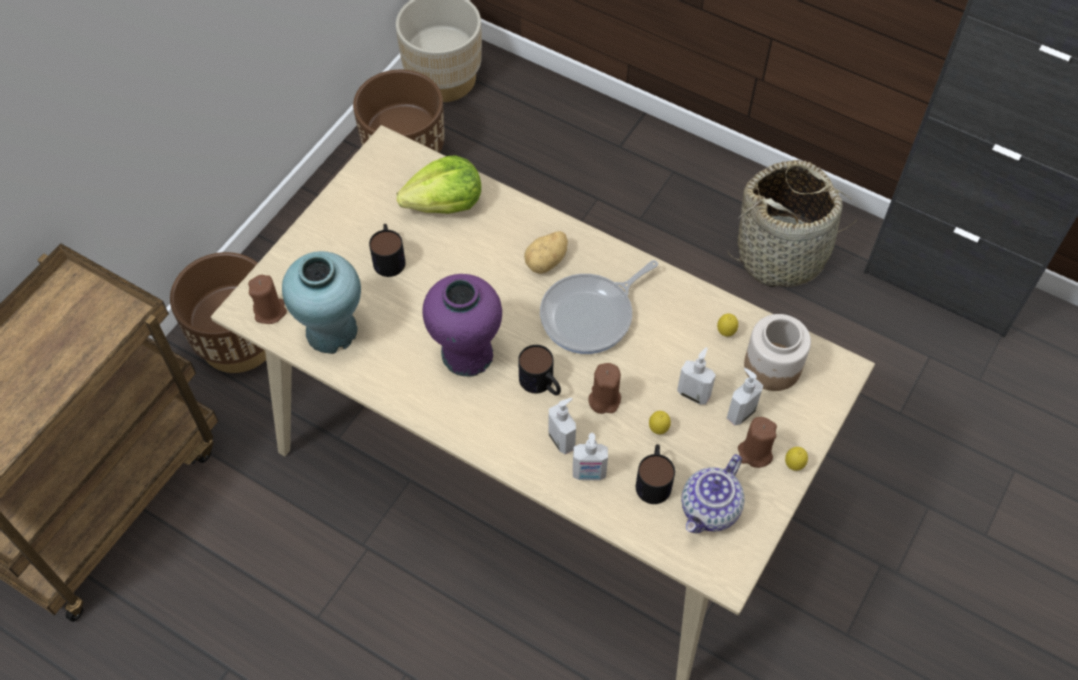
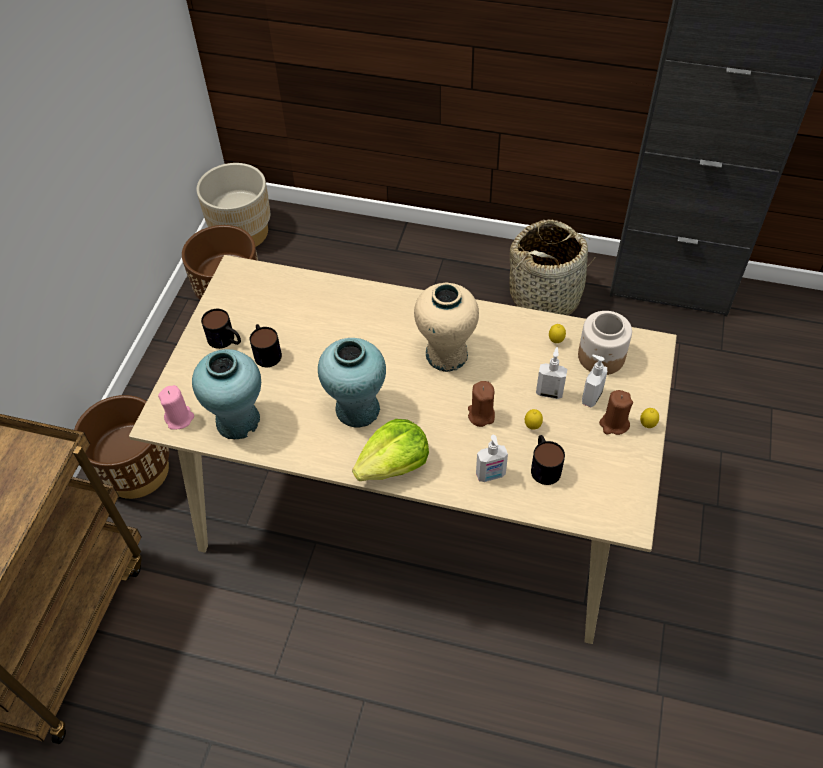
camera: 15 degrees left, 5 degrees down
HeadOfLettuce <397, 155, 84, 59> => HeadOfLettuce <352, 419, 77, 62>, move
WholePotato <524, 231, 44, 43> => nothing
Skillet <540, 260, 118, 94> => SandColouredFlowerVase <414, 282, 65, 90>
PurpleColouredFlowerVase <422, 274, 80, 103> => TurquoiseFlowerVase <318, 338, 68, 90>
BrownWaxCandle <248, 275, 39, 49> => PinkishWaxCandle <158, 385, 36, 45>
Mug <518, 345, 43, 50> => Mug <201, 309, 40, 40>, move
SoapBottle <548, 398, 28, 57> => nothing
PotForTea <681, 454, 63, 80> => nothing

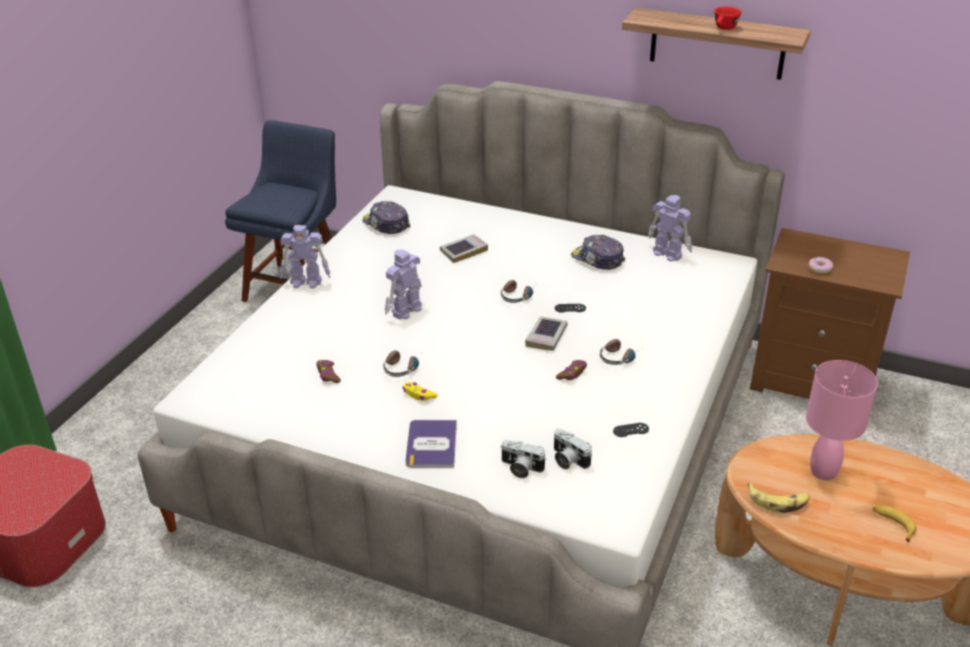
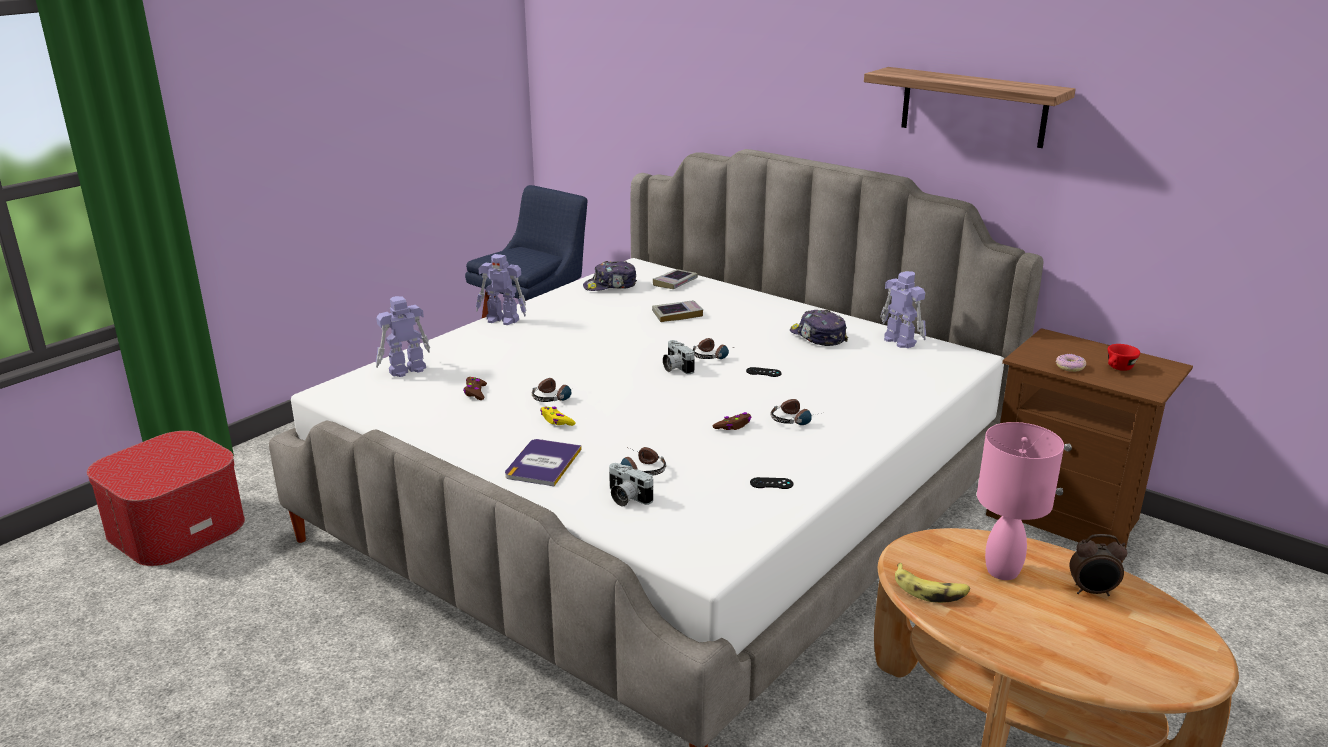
camera: 15 degrees right, 10 degrees down
RedColouredDrinkingCup <714, 6, 27, 24> => RedColouredDrinkingCup <1108, 344, 32, 27>, move
PeakedCap <362, 201, 49, 33> => PeakedCap <583, 261, 54, 30>, 75 degrees counterclockwise
ToyRobot <385, 249, 37, 70> => ToyRobot <376, 296, 54, 81>, move
BoundBook <525, 316, 42, 35> => BoundBook <653, 269, 45, 20>, move
PhotoCamera <554, 429, 38, 40> => PhotoCamera <663, 340, 32, 34>, move
Banana <873, 505, 44, 37> => nothing
nothing => Headset <621, 447, 45, 28>
nothing => AlarmClock <1070, 534, 57, 62>

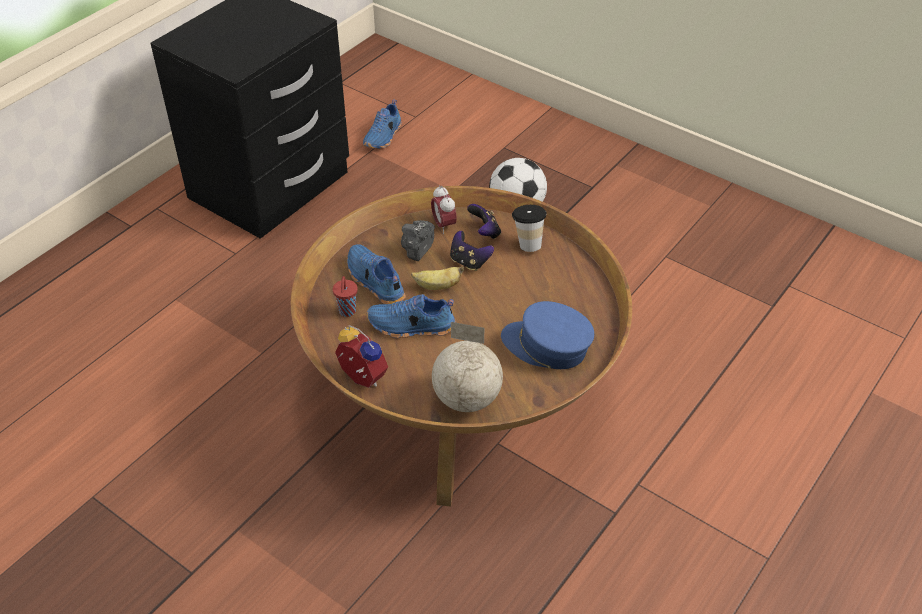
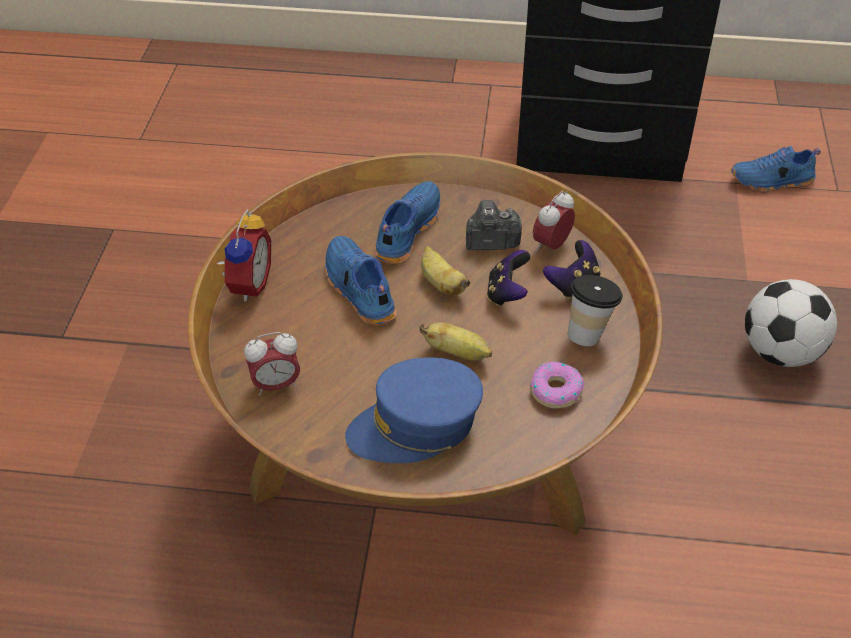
camera: 60 degrees right, 0 degrees up
RedColouredDrinkingCup <333, 276, 25, 41> => nothing
BluishPeakedCap <501, 301, 93, 68> => BluishPeakedCap <345, 357, 138, 106>, 105 degrees counterclockwise
Globe <432, 322, 71, 90> => AlarmClock <244, 332, 56, 63>
nothing => Banana <420, 322, 72, 39>
nothing => Doughnut <530, 361, 54, 48>

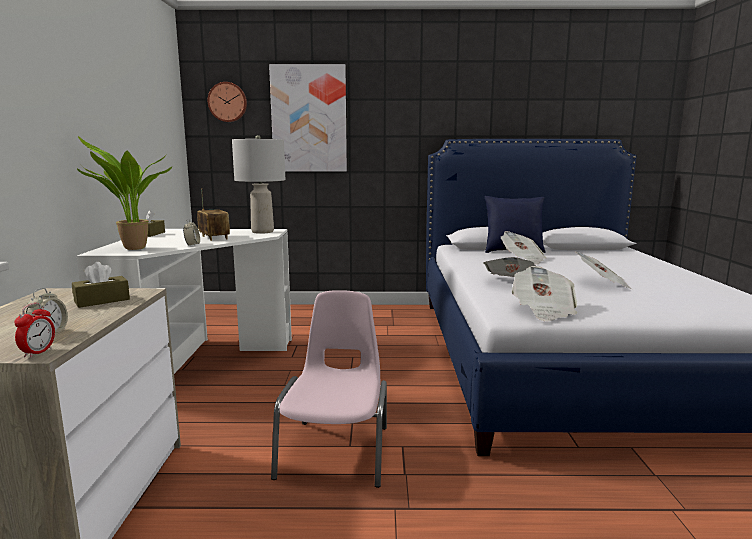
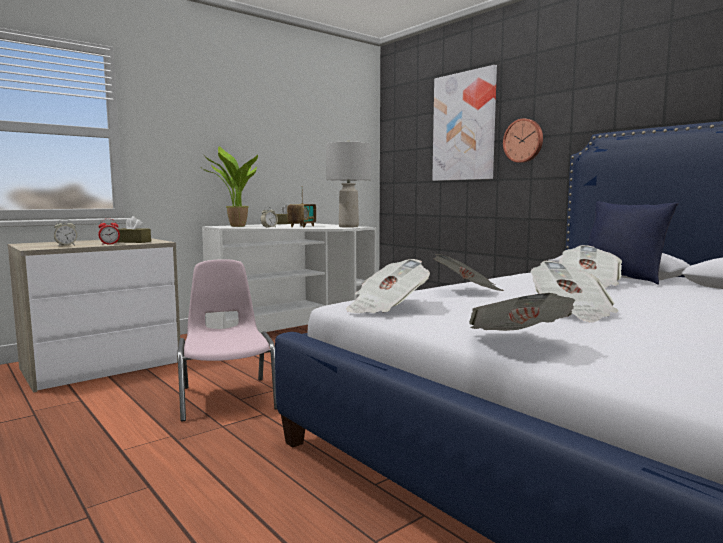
camera: 50 degrees right, 5 degrees down
ClockOnTheWall <208, 82, 39, 40> => ClockOnTheWall <503, 118, 40, 45>, move
PinkishUprightChair <271, 290, 116, 198> => PinkishUprightChair <178, 259, 99, 163>, 75 degrees counterclockwise
AlarmClock <14, 303, 41, 55> => AlarmClock <98, 219, 22, 26>, move
nothing => Newspaper <469, 293, 106, 38>

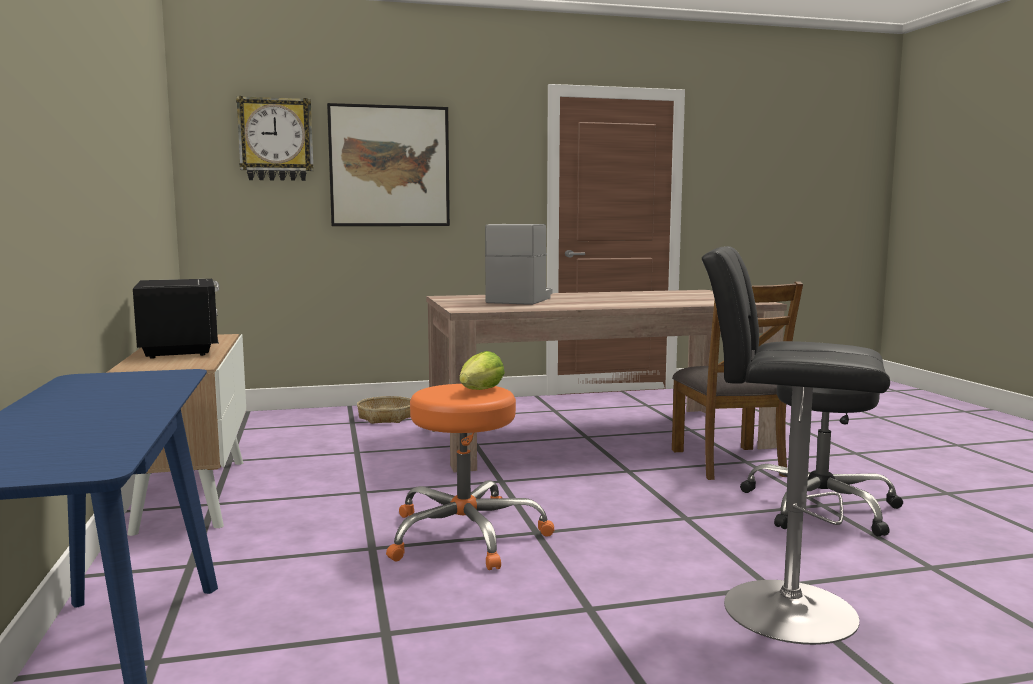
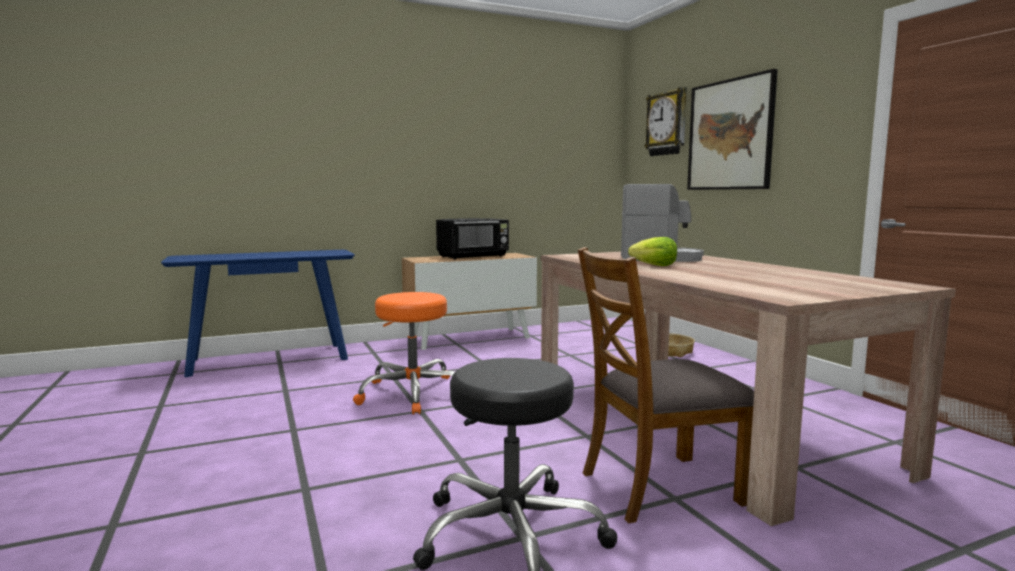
camera: 80 degrees right, 0 degrees up
BlackishSittingStool <702, 246, 188, 399> => nothing
HeadOfLettuce <459, 351, 46, 39> => HeadOfLettuce <628, 237, 49, 29>, move

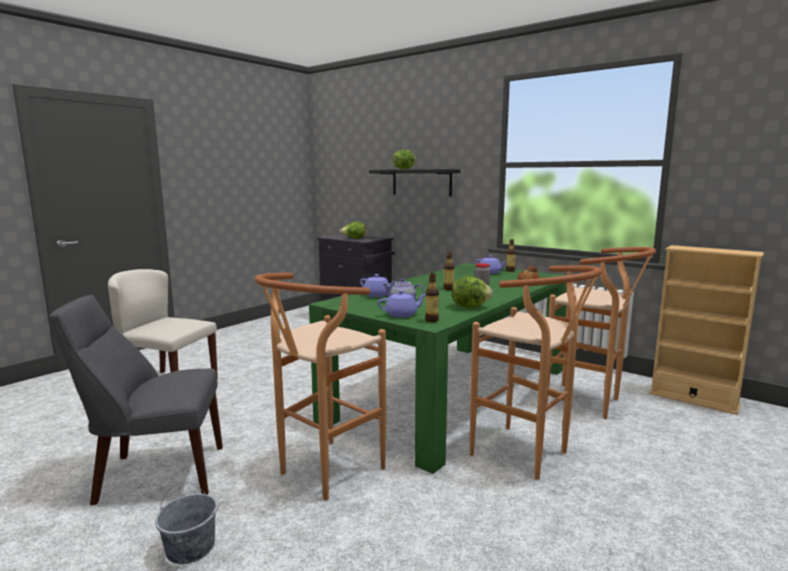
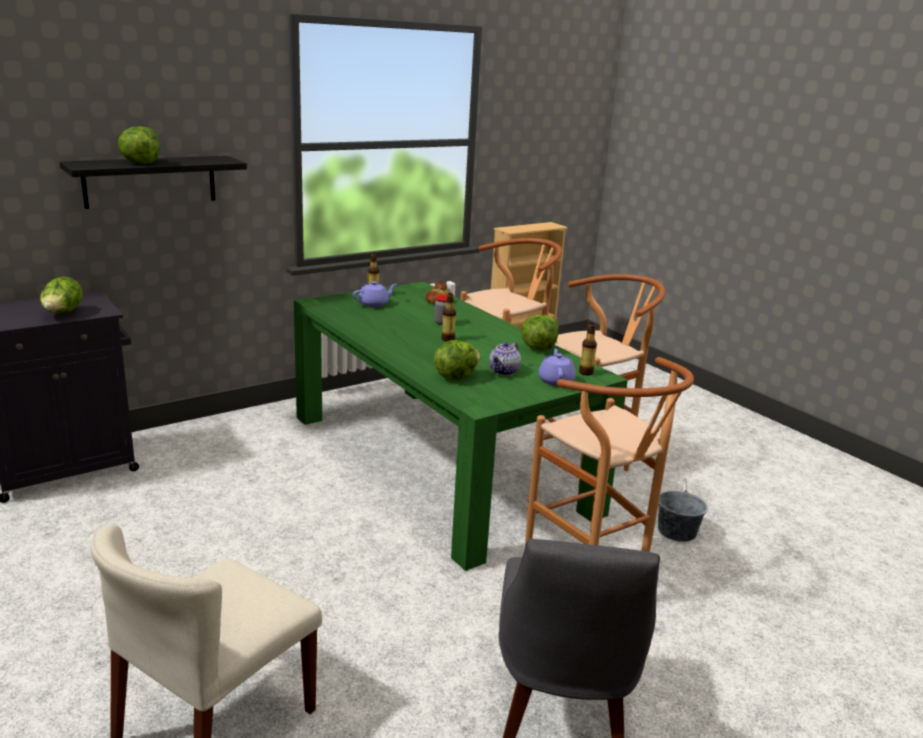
camera: 75 degrees left, 10 degrees up
PurpleColouredPotForTea <360, 274, 37, 23> => HeadOfLettuce <434, 340, 47, 41>
GreyishPail <155, 481, 63, 83> => GreyishPail <658, 478, 50, 64>, move

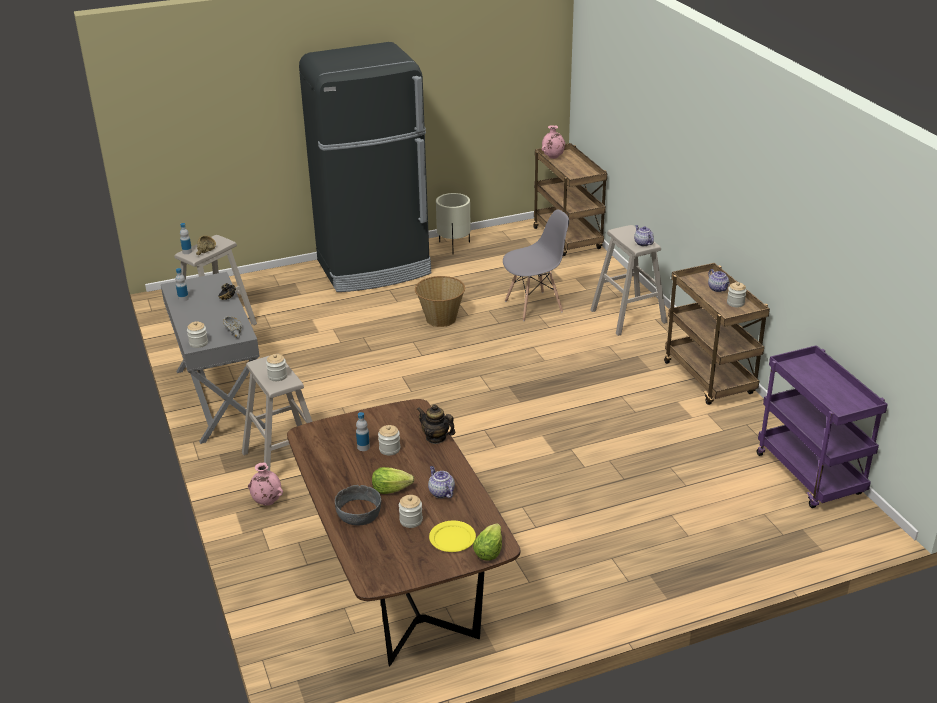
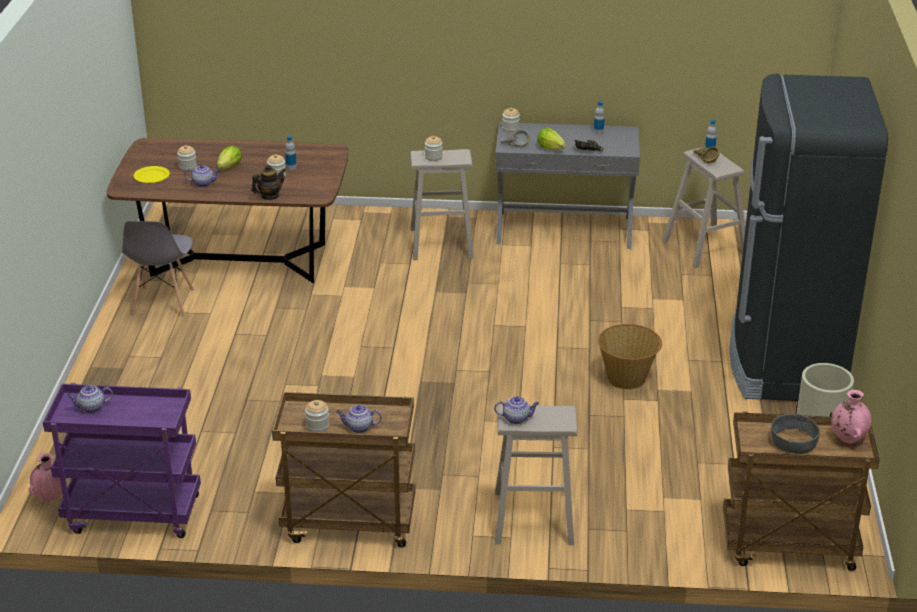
camera: 115 degrees right, 0 degrees up
GreyishUprightChair <503, 210, 66, 111> => GreyishUprightChair <122, 221, 72, 97>, move
PinkishFlowerVase <248, 462, 35, 44> => PinkishFlowerVase <28, 453, 34, 48>, move
GreyishServingBowl <335, 485, 46, 41> => GreyishServingBowl <771, 414, 49, 40>, move
HeadOfLettuce <473, 523, 29, 38> => HeadOfLettuce <537, 128, 29, 22>, move
nothing => PotForTea <67, 385, 46, 28>

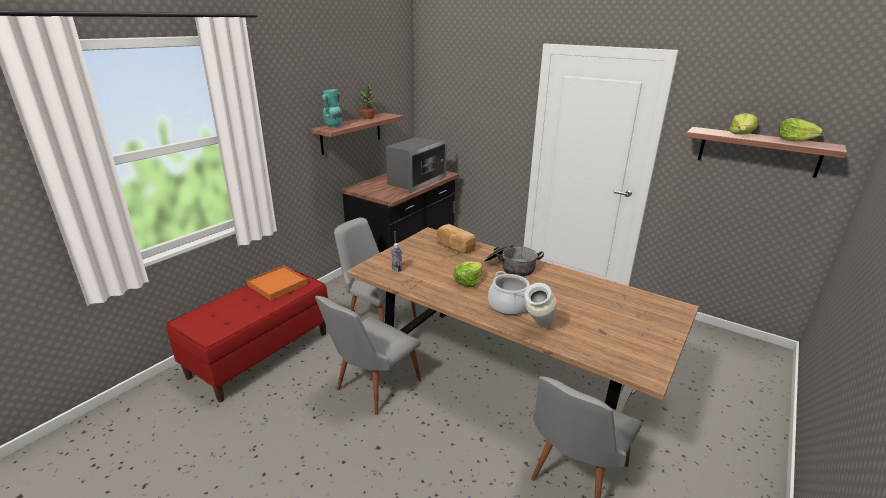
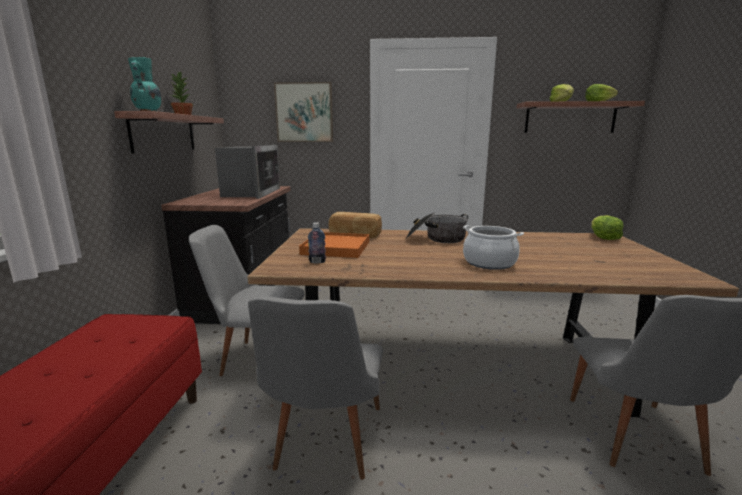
camera: 30 degrees left, 10 degrees down
HeadOfLettuce <454, 261, 29, 26> => HeadOfLettuce <591, 215, 33, 25>, move
OrangeTray <247, 265, 61, 35> => OrangeTray <299, 232, 70, 26>, move
FlowerVase <524, 283, 32, 45> => nothing
nothing => WallArt <274, 82, 59, 60>

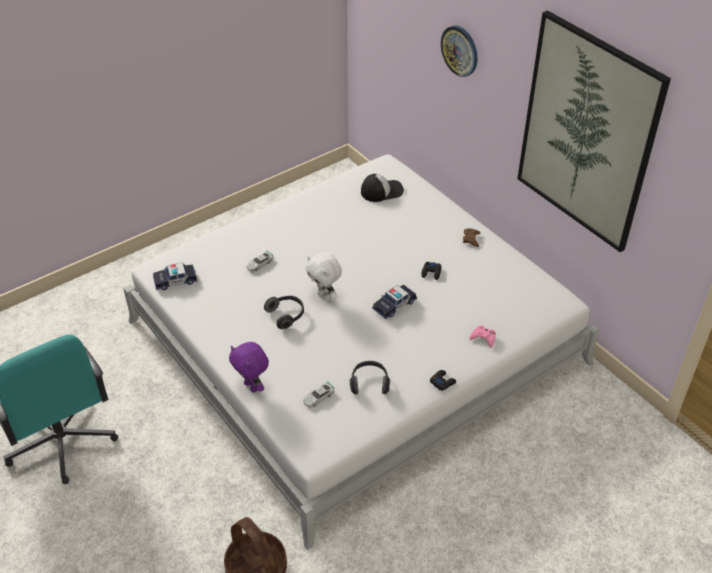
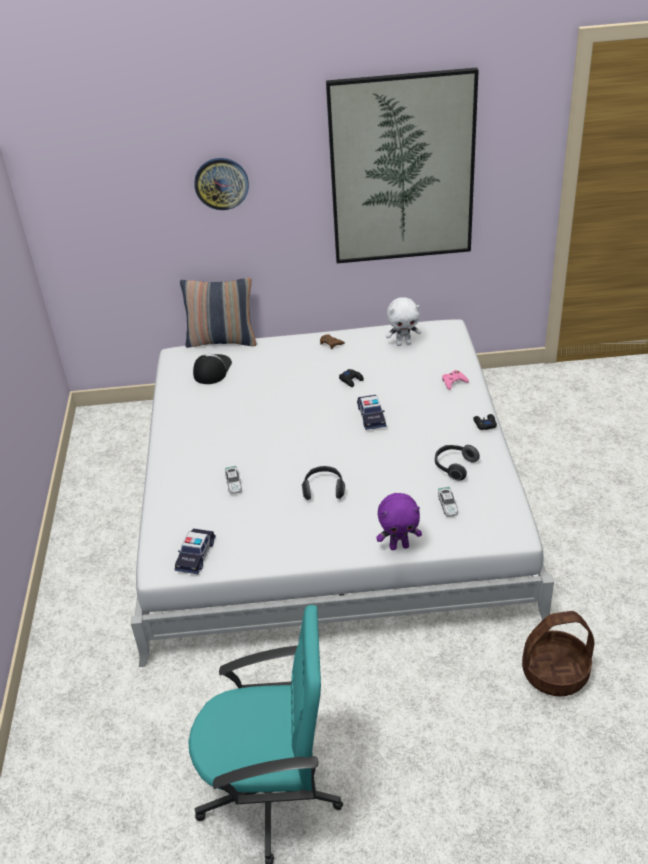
camera: 55 degrees left, 5 degrees down
WhiteColouredPlushToy <305, 253, 37, 48> => WhiteColouredPlushToy <386, 297, 35, 49>, move
nothing => Cushion <180, 278, 77, 70>

